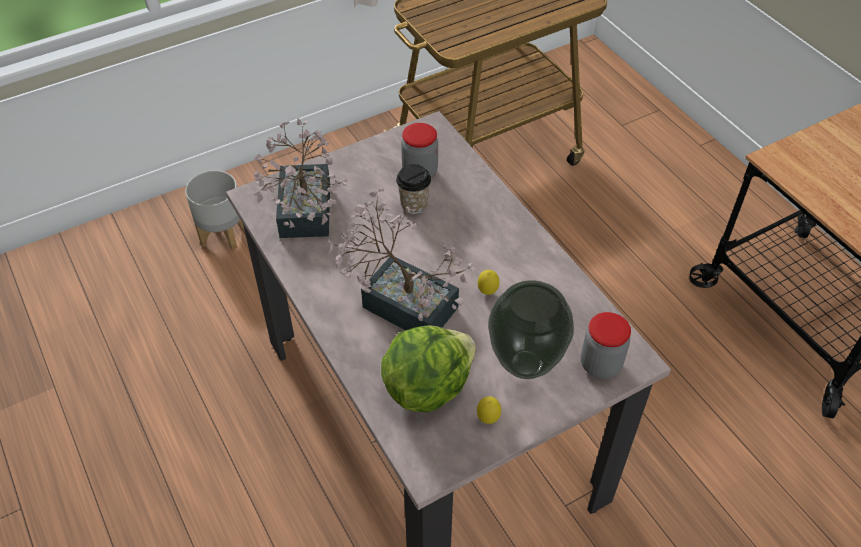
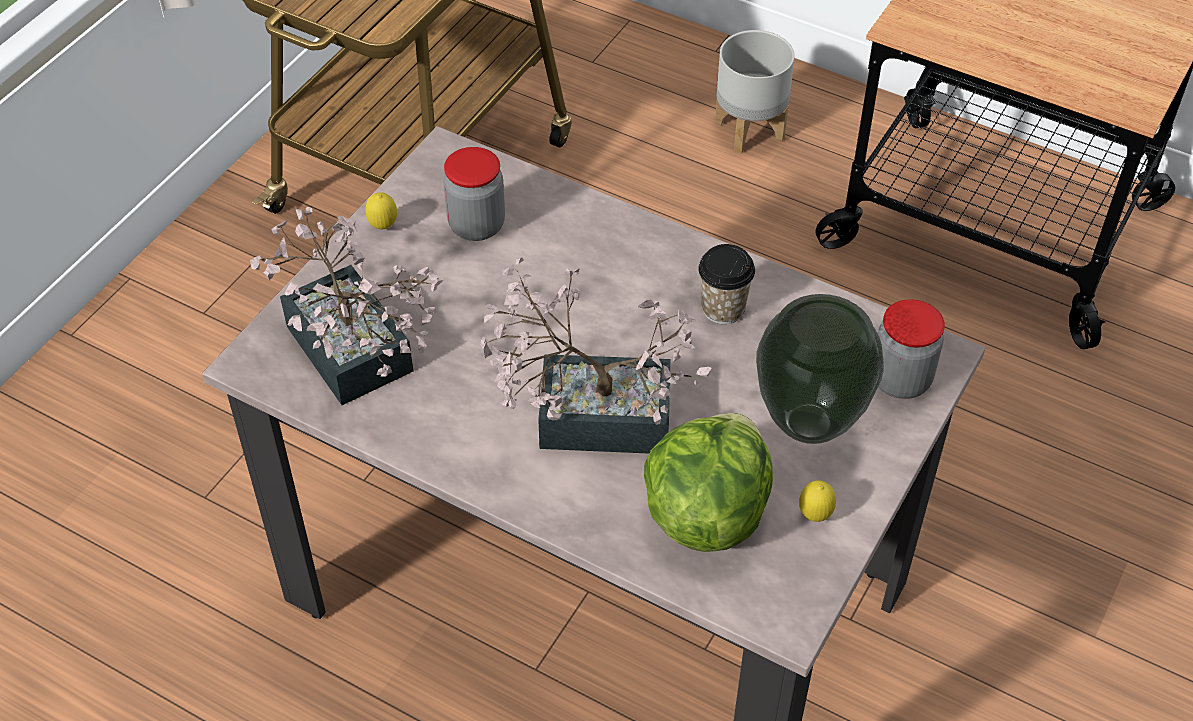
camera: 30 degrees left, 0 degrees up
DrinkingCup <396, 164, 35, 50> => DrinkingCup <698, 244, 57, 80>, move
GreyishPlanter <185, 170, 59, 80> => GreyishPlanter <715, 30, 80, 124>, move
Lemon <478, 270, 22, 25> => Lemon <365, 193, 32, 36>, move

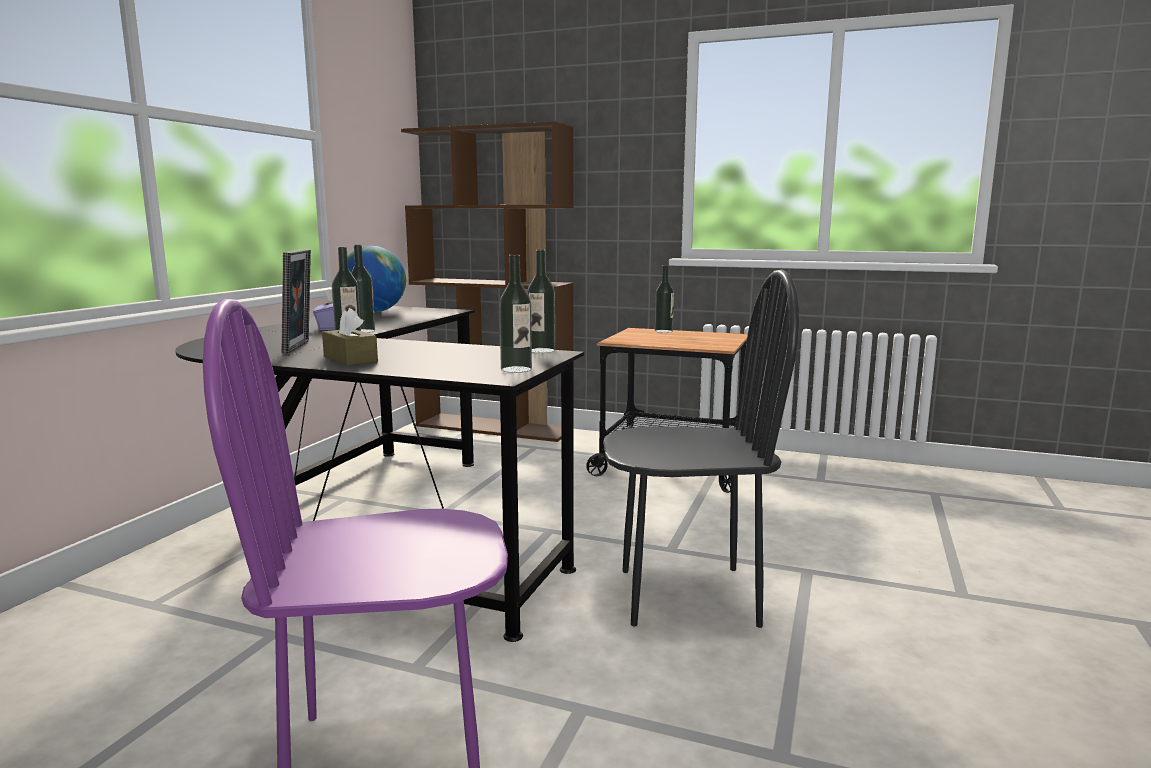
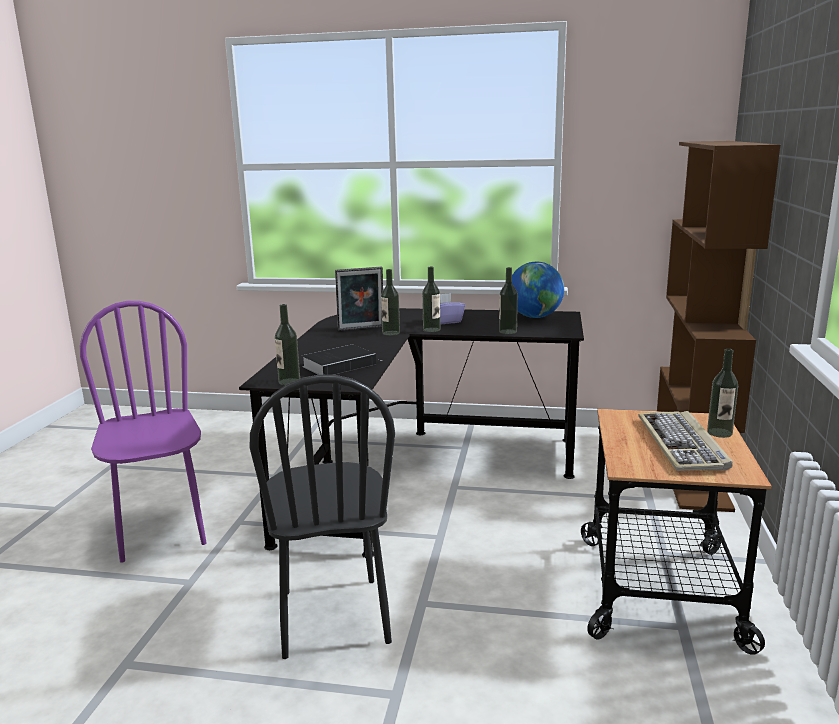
camera: 80 degrees right, 5 degrees up
BeverageBottle <527, 250, 28, 103> => BeverageBottle <499, 267, 19, 67>, move
BrownTissueHolder <322, 308, 56, 58> => nothing
nothing => BoundBook <302, 345, 82, 30>
nothing => Keyboard <638, 411, 95, 60>

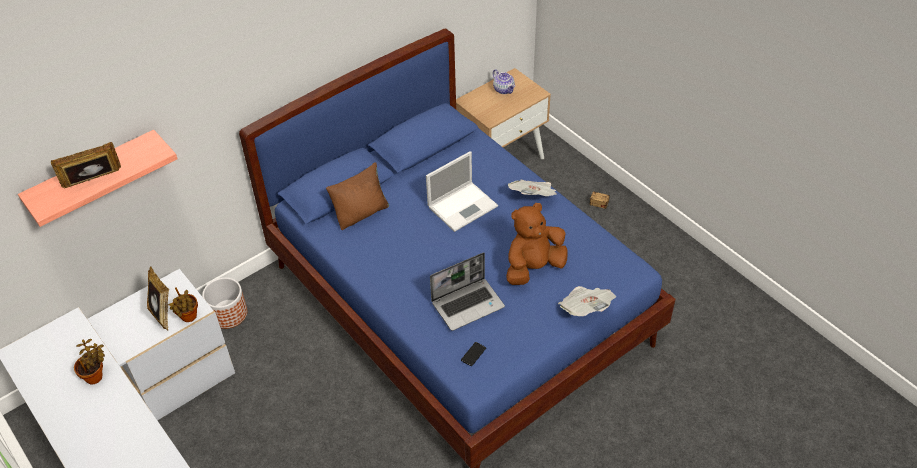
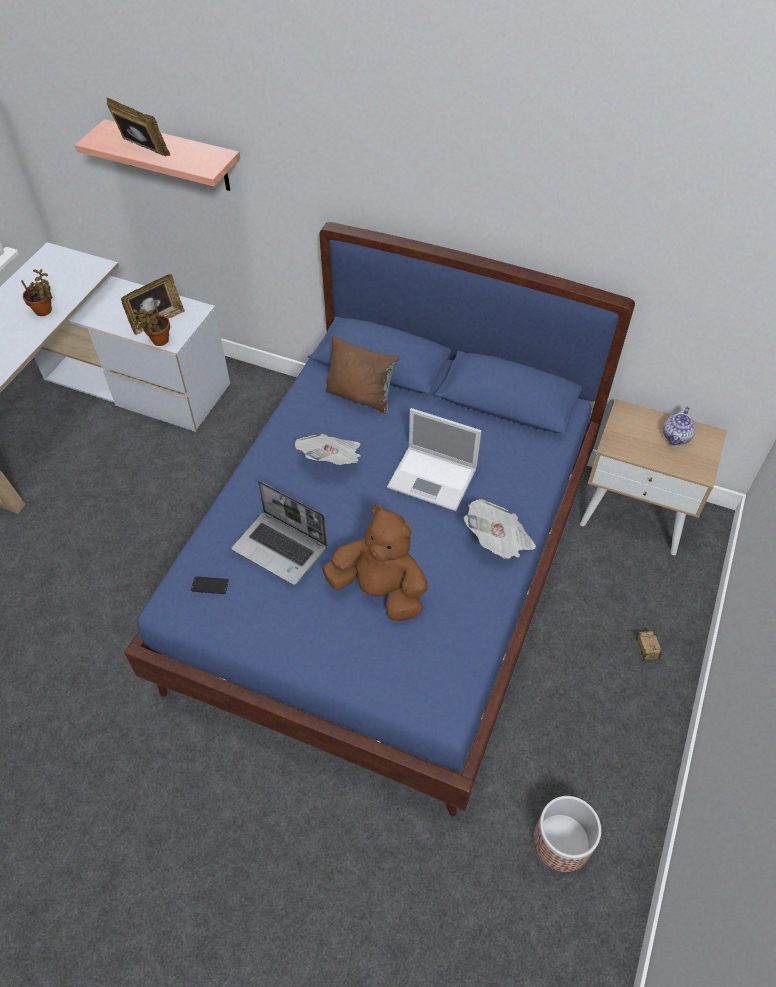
camera: 60 degrees right, 5 degrees up
Planter <202, 277, 45, 52> => Planter <533, 796, 68, 76>, move
Newspaper <558, 286, 58, 30> => Newspaper <295, 434, 66, 31>, move

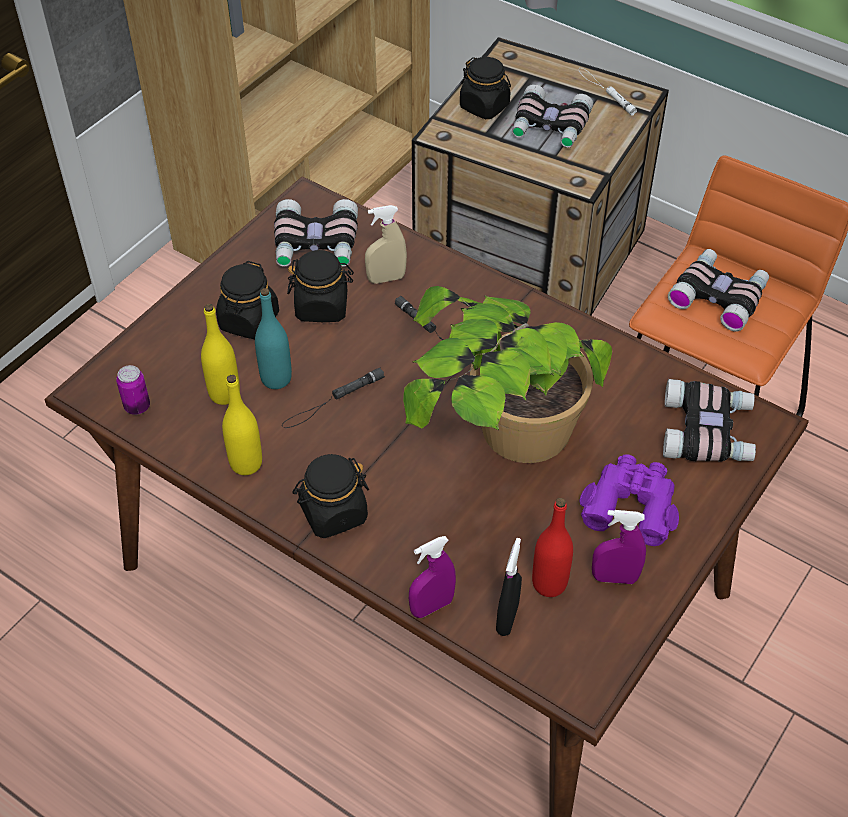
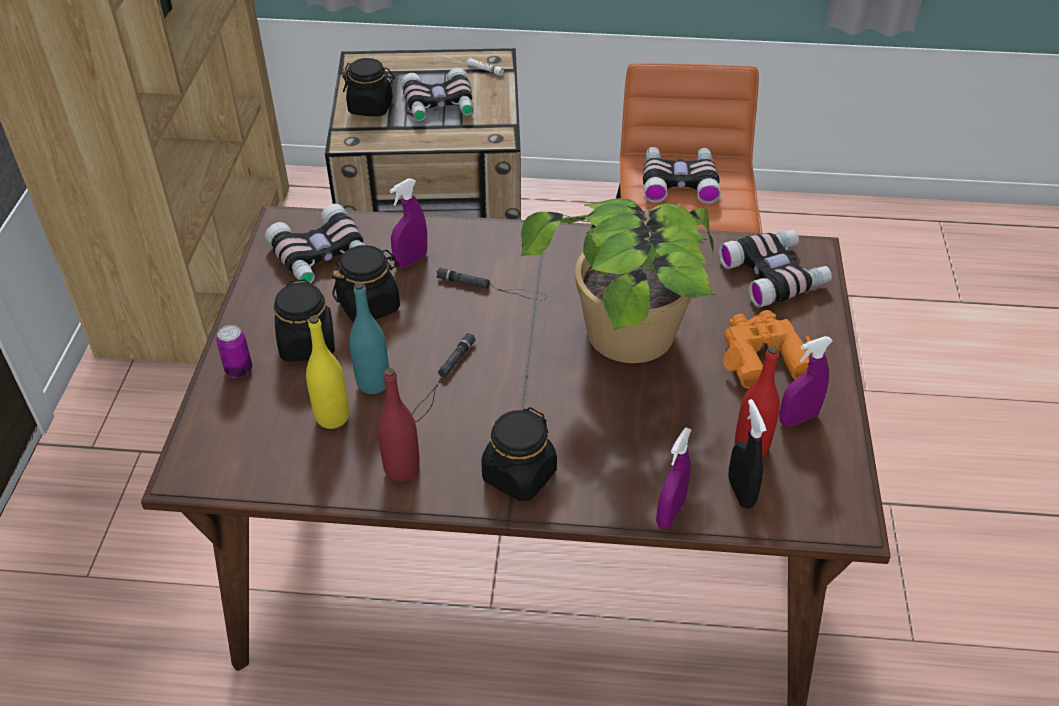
camera: 30 degrees left, 5 degrees down
SandColouredSprayBottle <365, 205, 42, 79> => PurpleColouredSprayBottle <390, 178, 37, 90>
SealedCan <116, 365, 34, 50> => SealedCan <216, 325, 36, 53>, move
YellowishBeverageBottle <222, 375, 40, 100> => RedColouredBeverageBottle <377, 368, 43, 114>
PurpleColouredPairOfBinoculars <580, 454, 99, 92> => OrangePairOfBinoculars <723, 310, 90, 78>

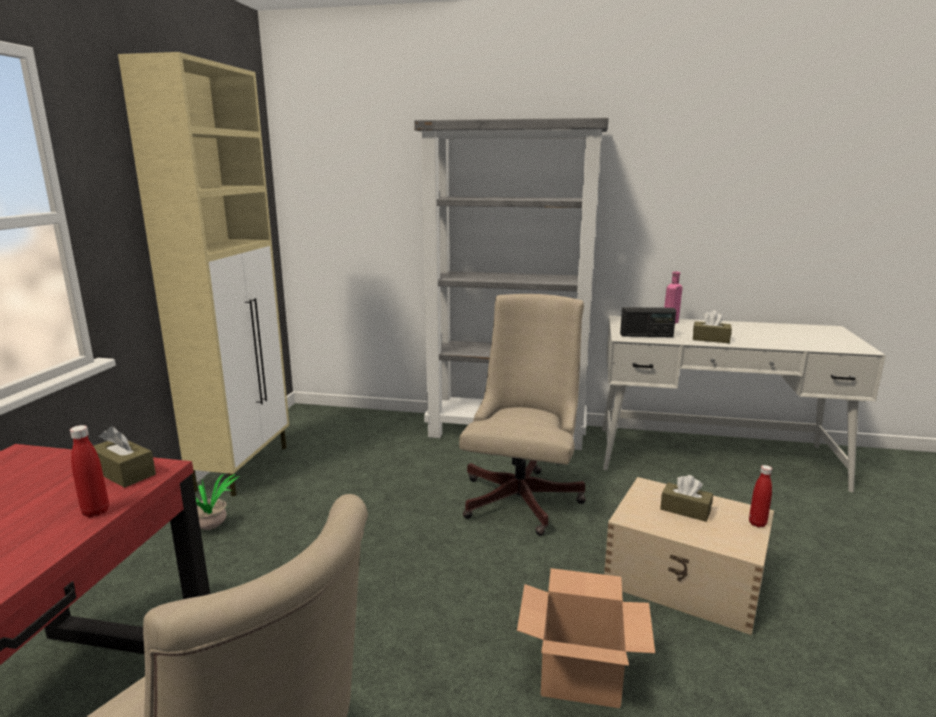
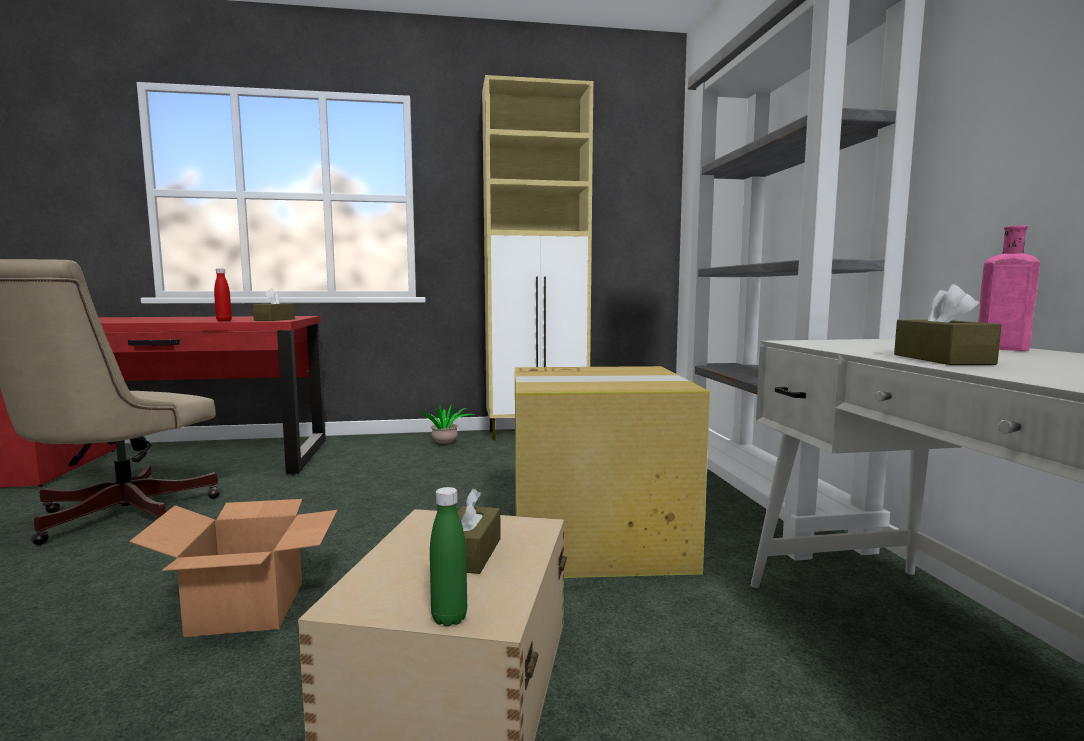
camera: 70 degrees right, 10 degrees down
SandColouredComputerChair <459, 294, 127, 242> => Carton <515, 366, 195, 212>
RadioSet <620, 307, 56, 30> => nothing
RedColouredBeverageBottle <749, 465, 23, 62> => GreenBeverageBottle <430, 487, 37, 140>

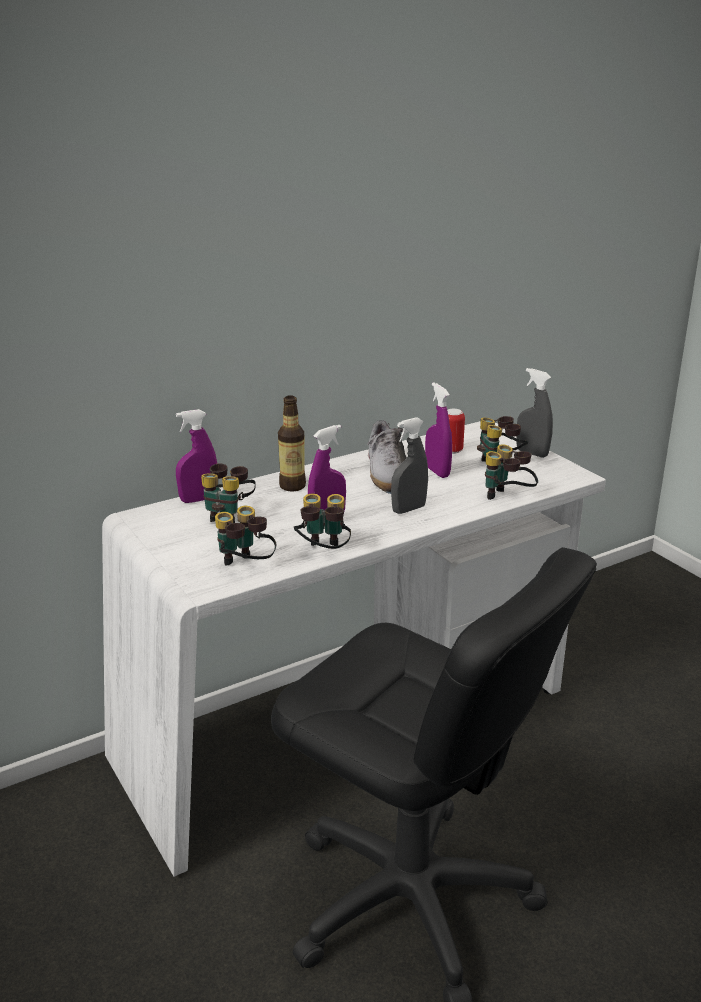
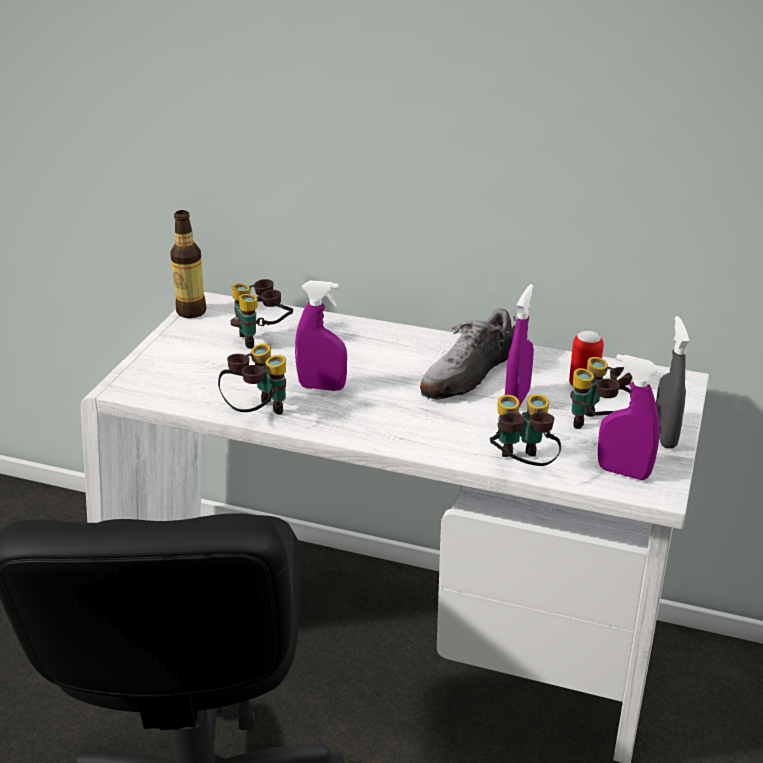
camera: 50 degrees right, 5 degrees up
BeverageBottle <278, 395, 28, 97> => BeverageBottle <170, 210, 37, 108>, move
PurpleColouredSprayBottle <176, 409, 41, 94> => PurpleColouredSprayBottle <598, 354, 62, 126>, move
GreyishSprayBottle <391, 417, 37, 97> => nothing
PairOfBinoculars <215, 506, 61, 60> => nothing

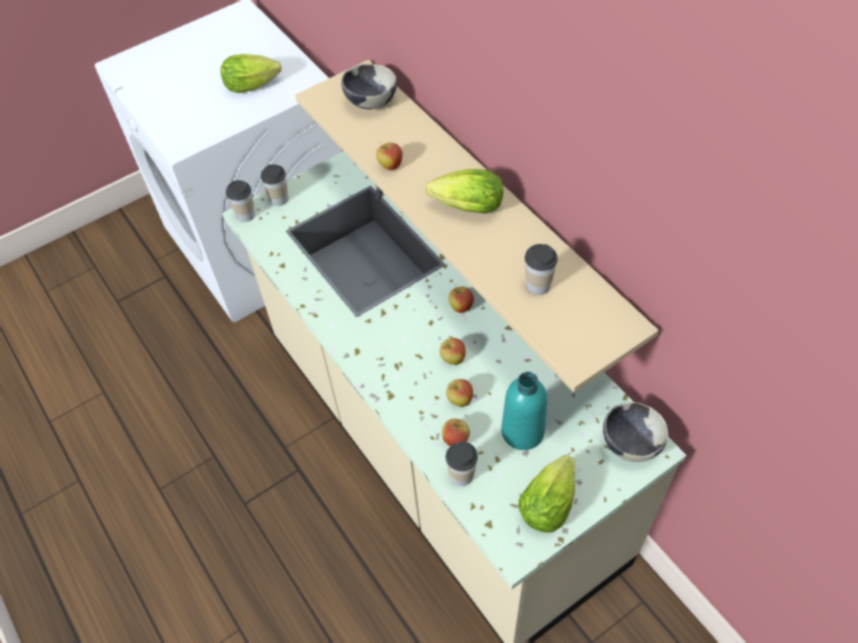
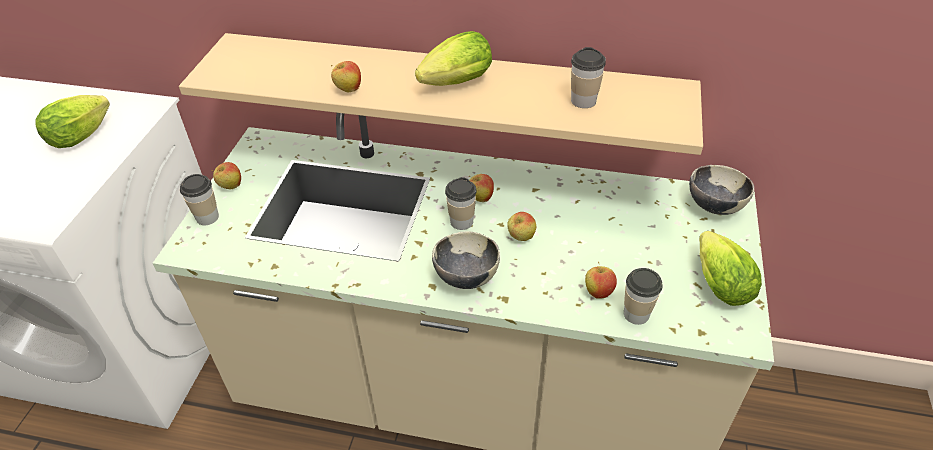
camera: 45 degrees left, 10 degrees down
ServingBowl <341, 64, 56, 46> => ServingBowl <432, 231, 68, 58>, move
DrinkingCup <226, 180, 29, 42> => DrinkingCup <445, 177, 32, 53>, move
TurquoiseBeverageBottle <501, 372, 46, 78> => nothing
AppleFruit <446, 379, 27, 28> => AppleFruit <212, 162, 29, 27>, move

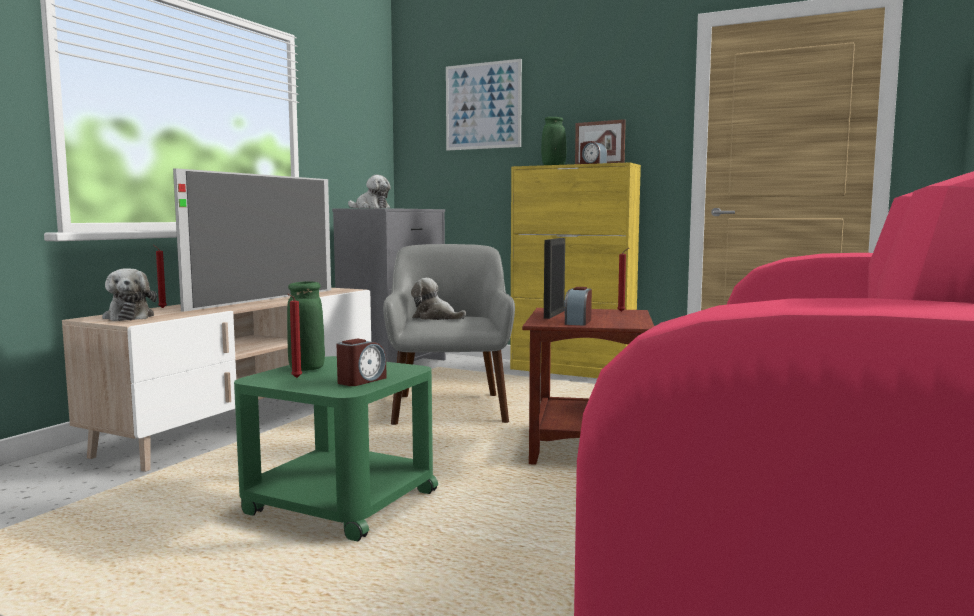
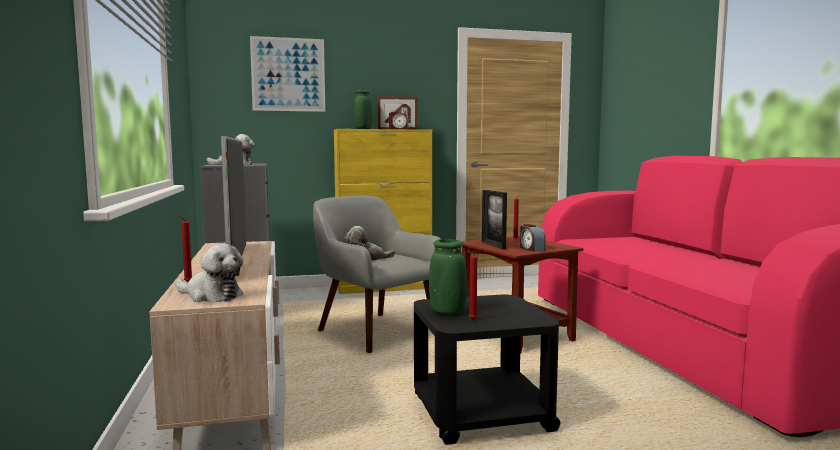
camera: 40 degrees left, 0 degrees up
AlarmClock <337, 339, 50, 47> => nothing
GreenEndTable <234, 356, 204, 185> => BlackishEndTable <414, 294, 147, 151>

